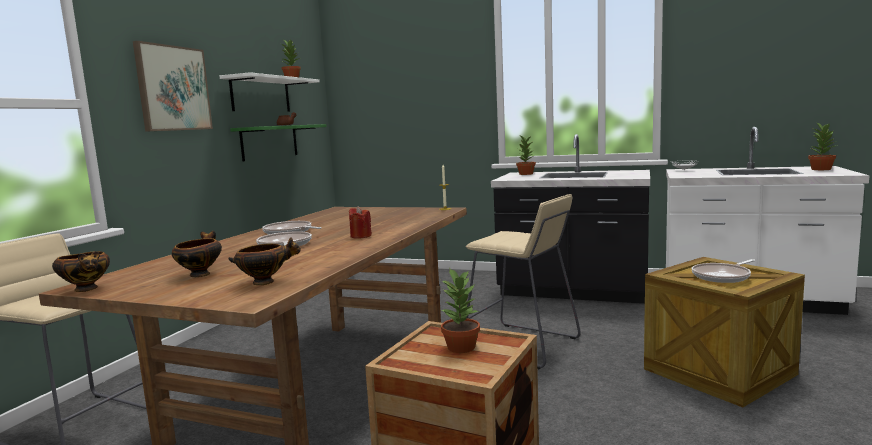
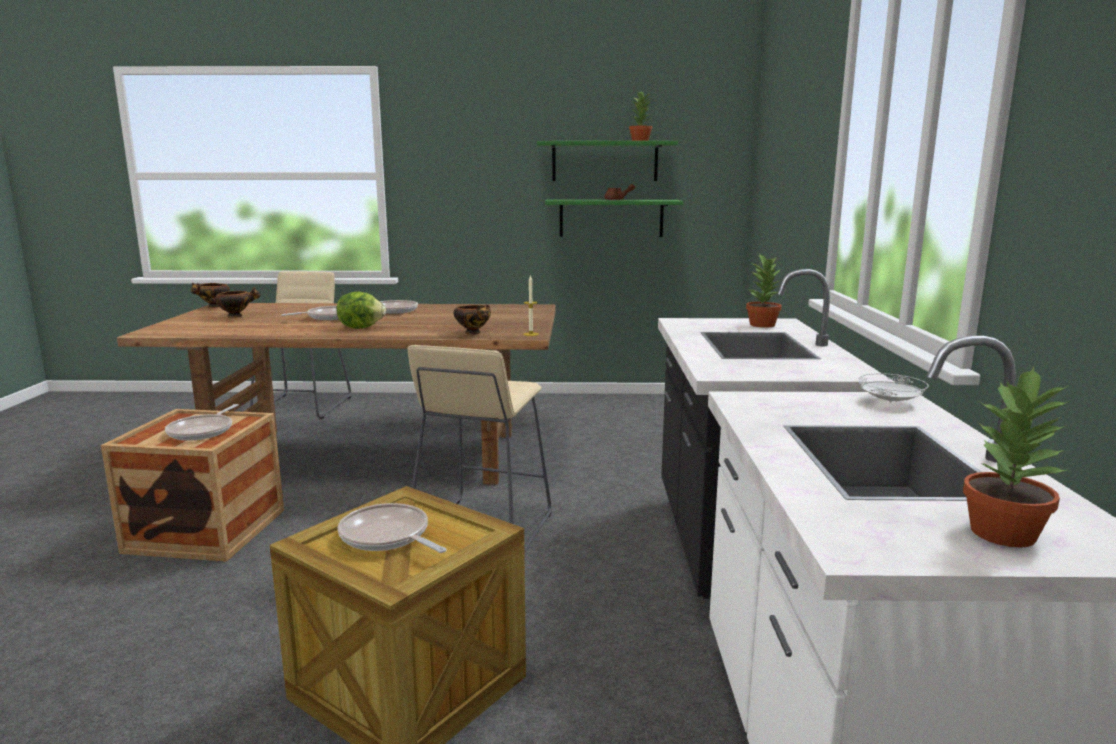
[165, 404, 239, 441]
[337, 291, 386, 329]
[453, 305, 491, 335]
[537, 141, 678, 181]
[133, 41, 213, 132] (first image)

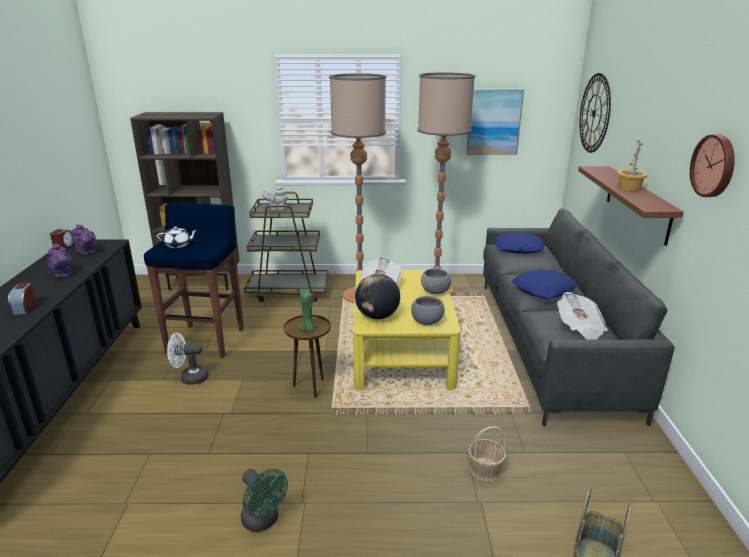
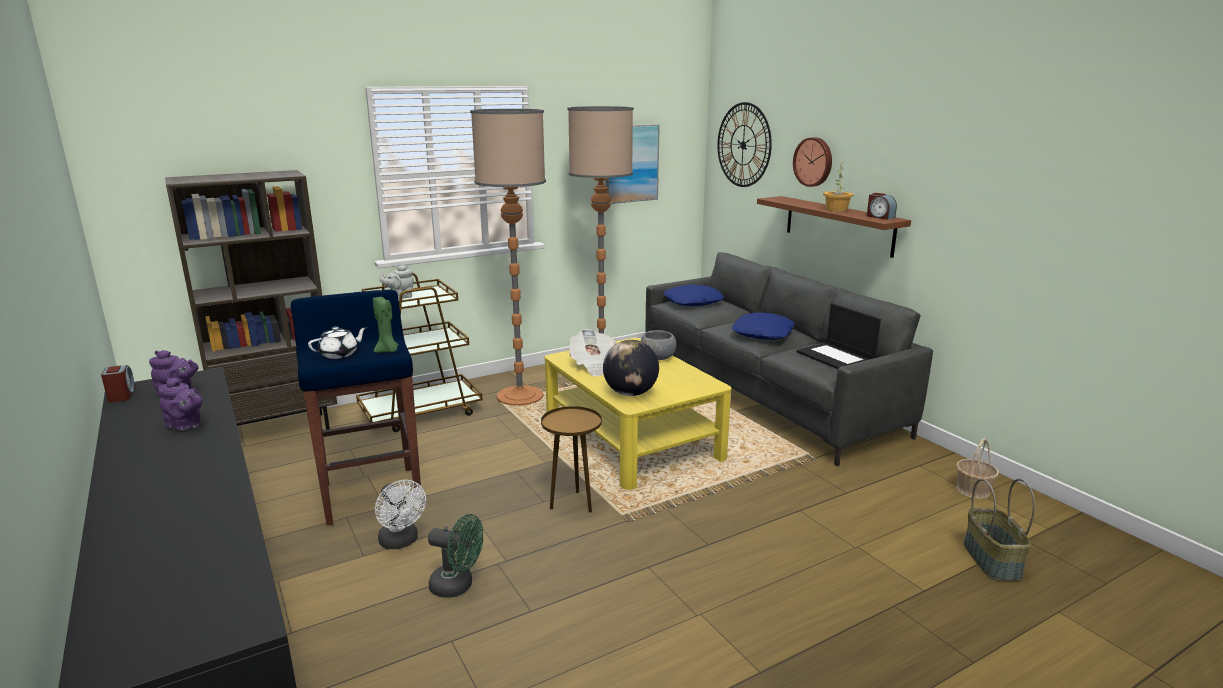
[373, 296, 399, 353]
[375, 480, 426, 549]
[428, 514, 483, 598]
[793, 137, 832, 187]
[796, 303, 881, 369]
[867, 193, 897, 220]
[956, 438, 999, 499]
[411, 296, 445, 325] (first image)

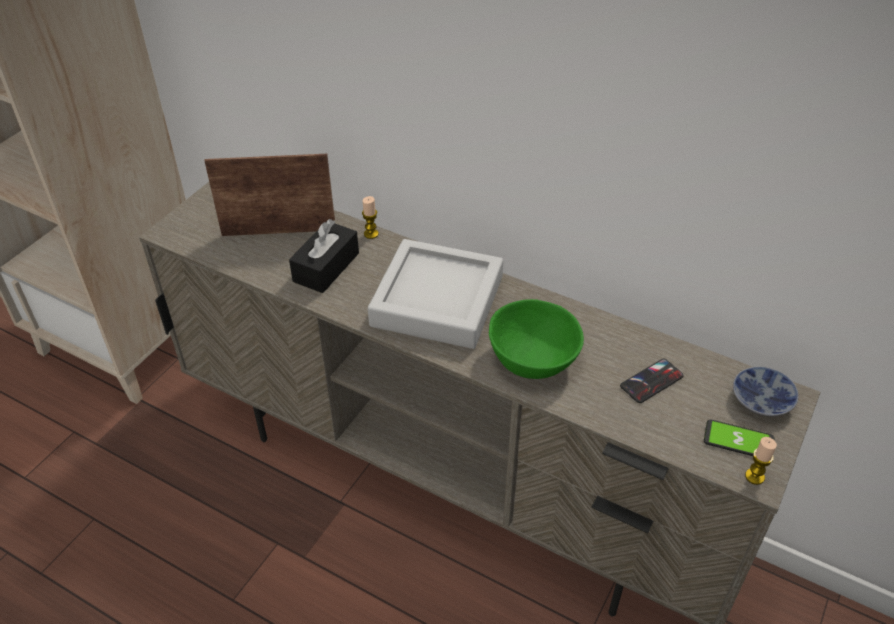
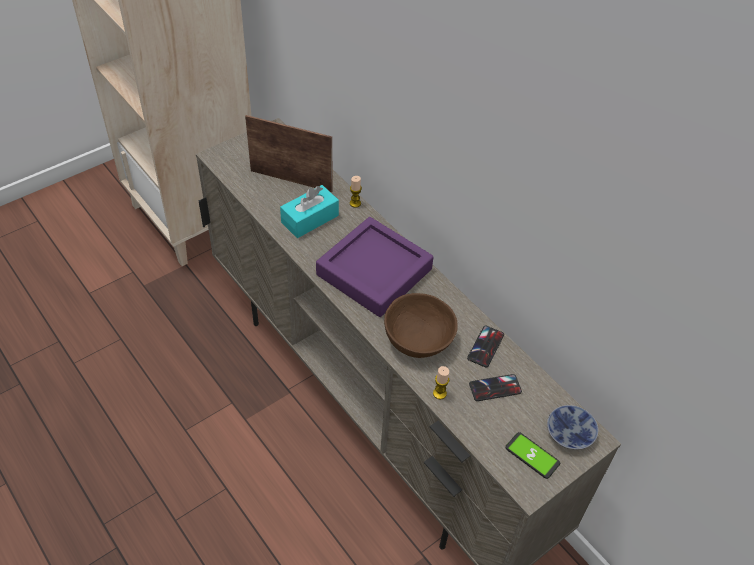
[280, 185, 339, 238]
[316, 217, 433, 317]
[384, 293, 458, 358]
[433, 366, 449, 399]
[467, 326, 504, 367]

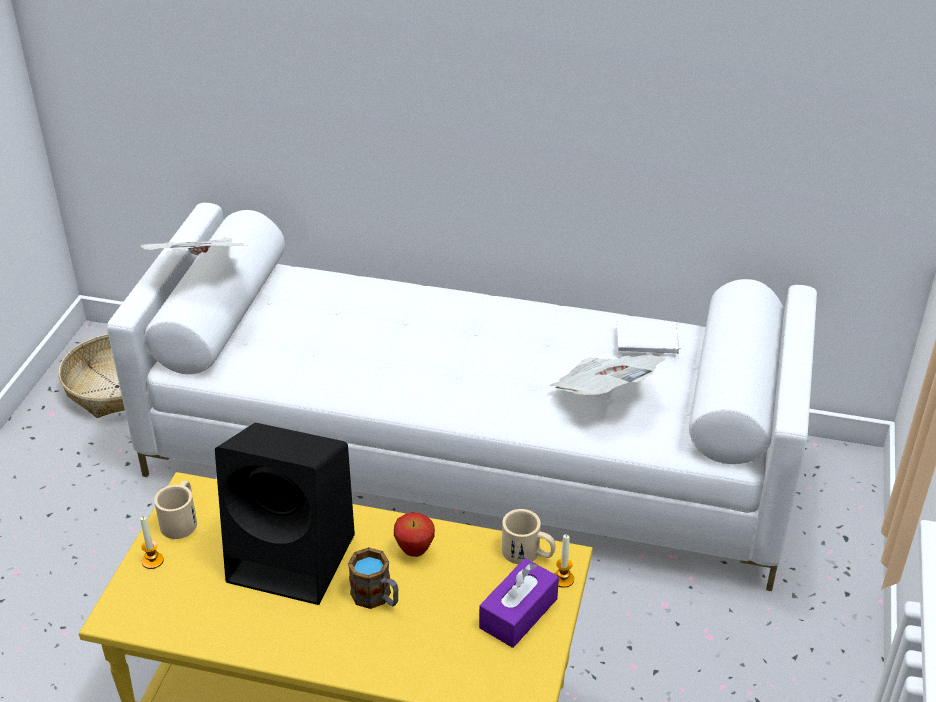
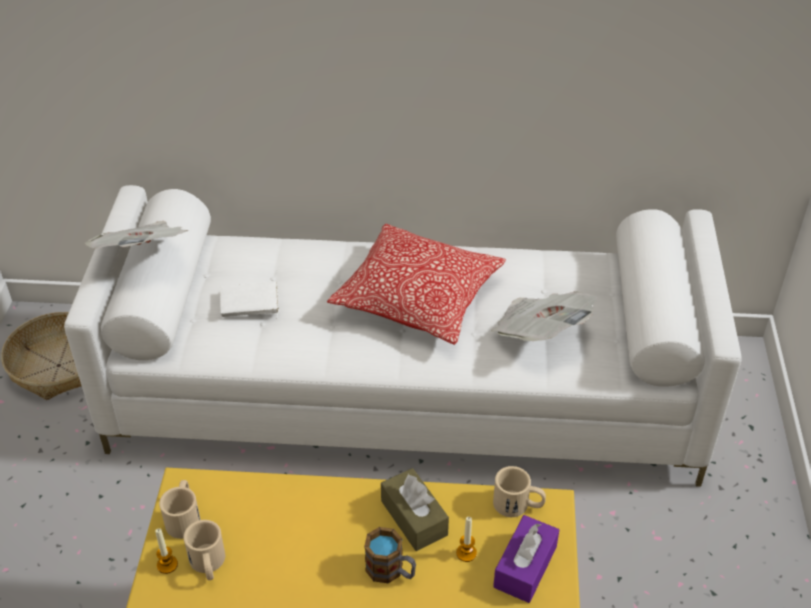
[183, 520, 225, 580]
[220, 282, 280, 319]
[327, 224, 506, 345]
[381, 468, 449, 551]
[456, 517, 477, 562]
[215, 423, 355, 605] (first image)

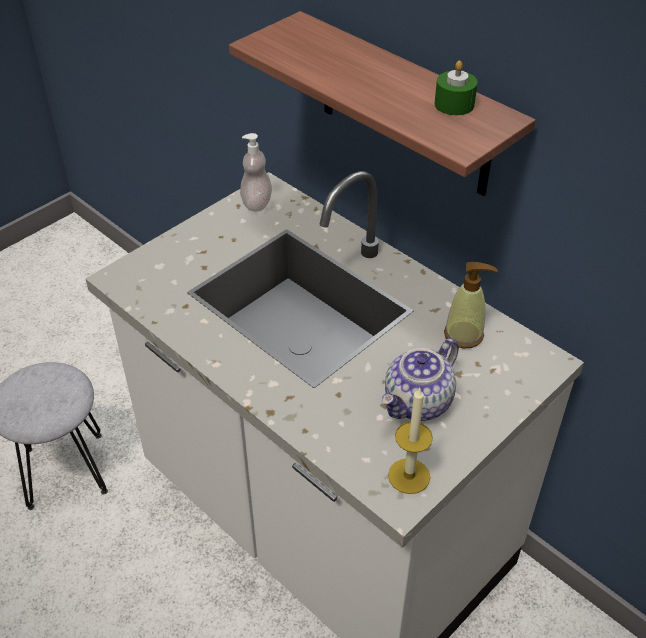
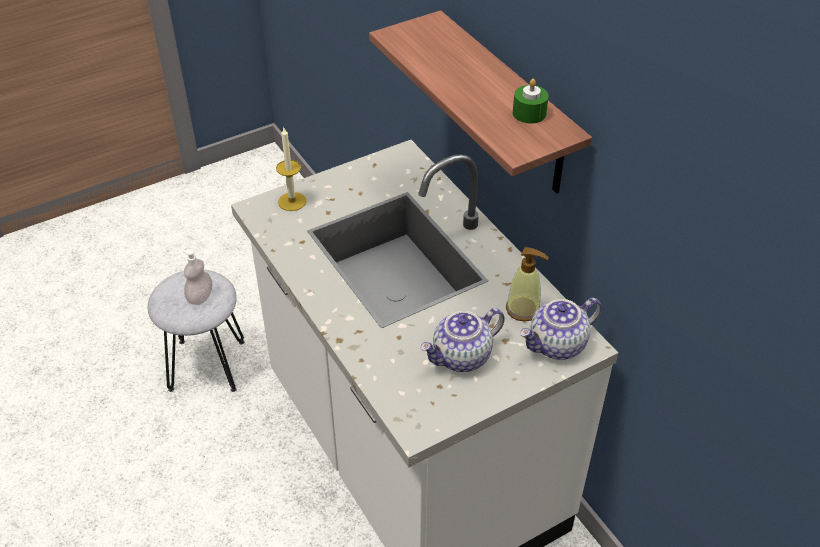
[183, 249, 212, 305]
[276, 128, 307, 211]
[519, 298, 602, 360]

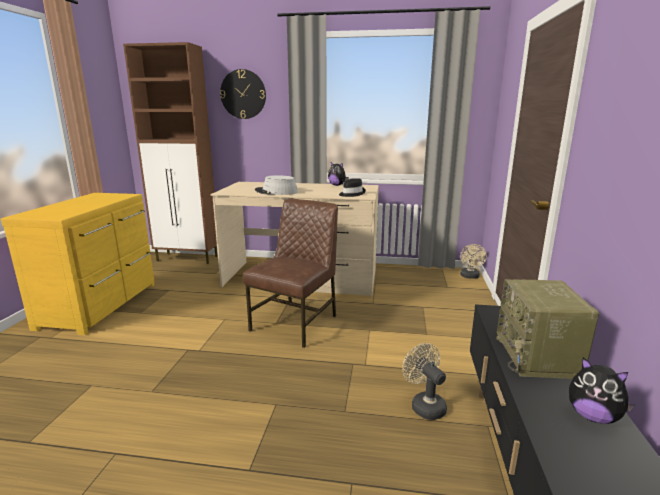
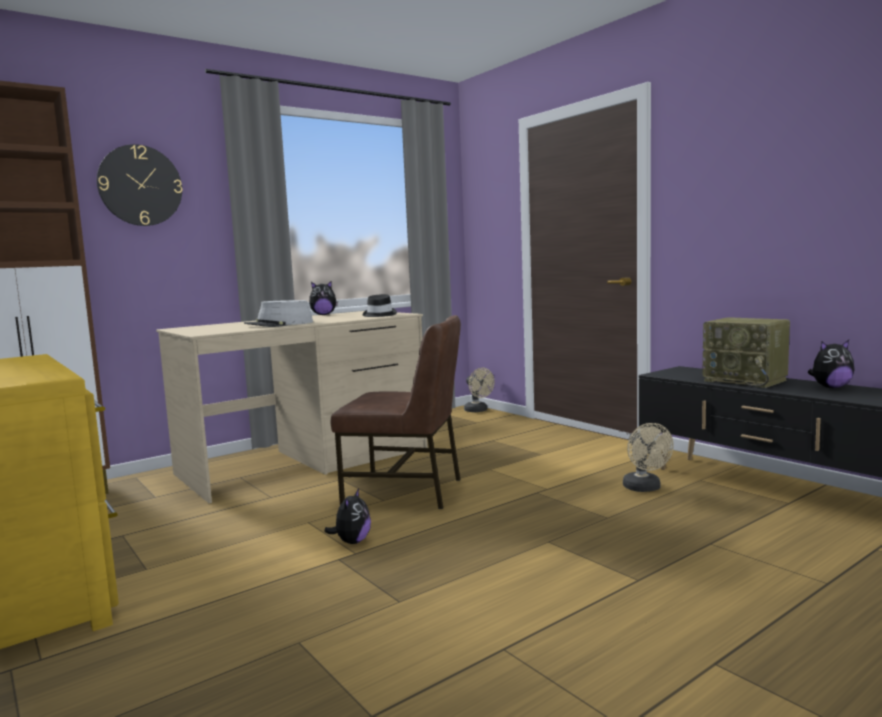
[324, 488, 371, 544]
[331, 315, 461, 509]
[623, 423, 674, 492]

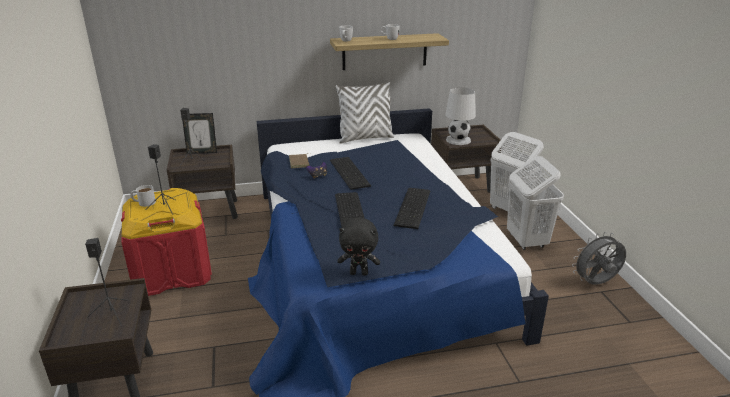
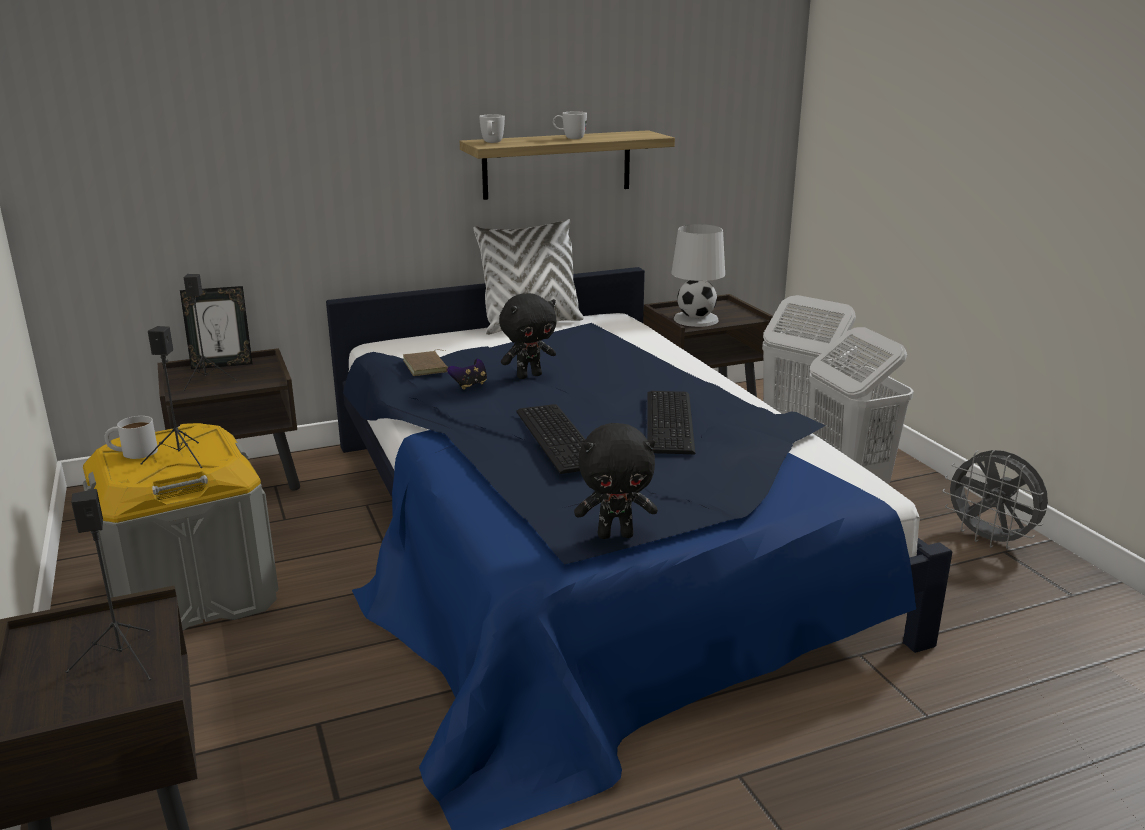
[83, 423, 278, 631]
[499, 293, 556, 379]
[942, 450, 1048, 549]

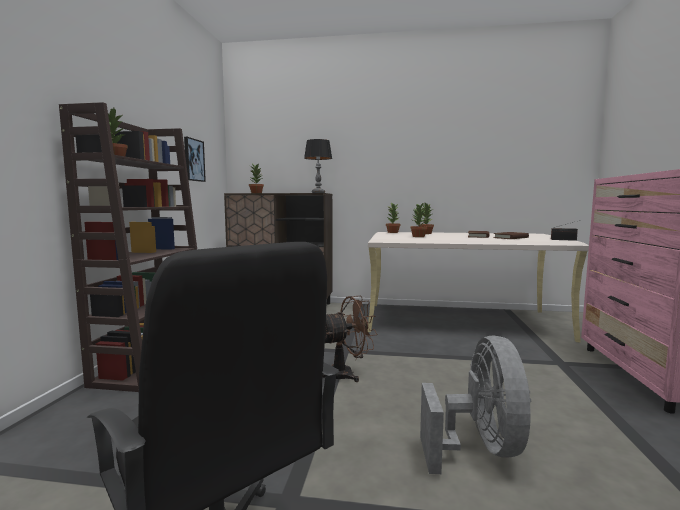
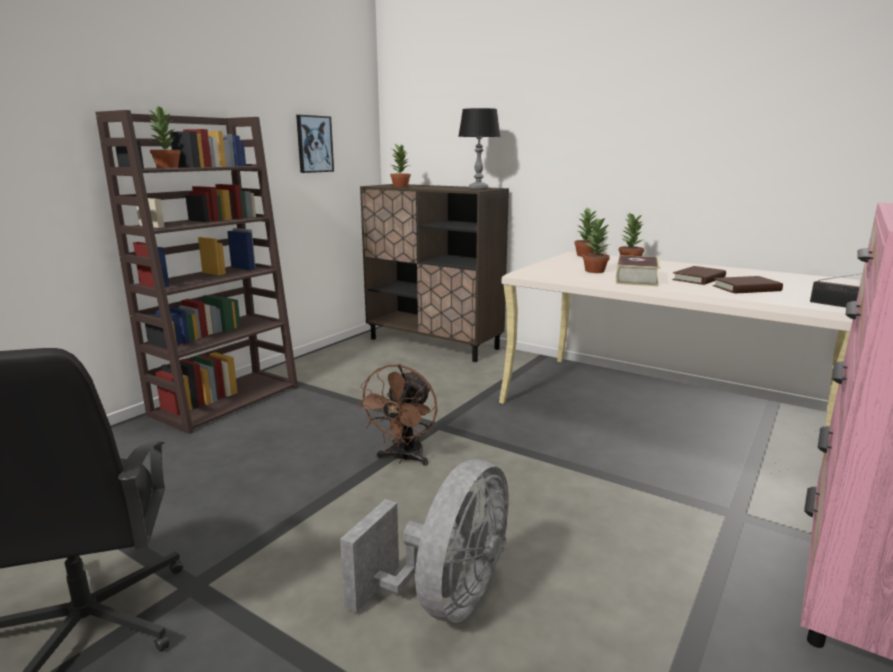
[356, 364, 437, 466]
[616, 255, 660, 286]

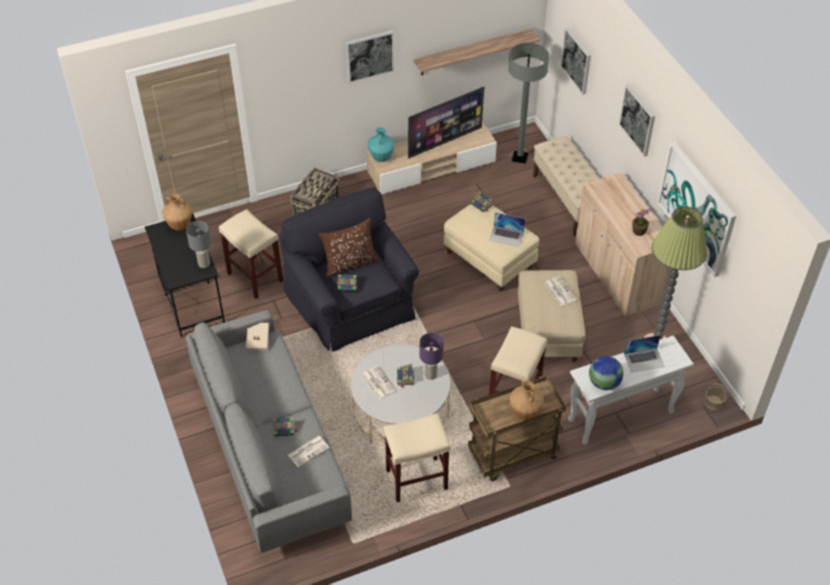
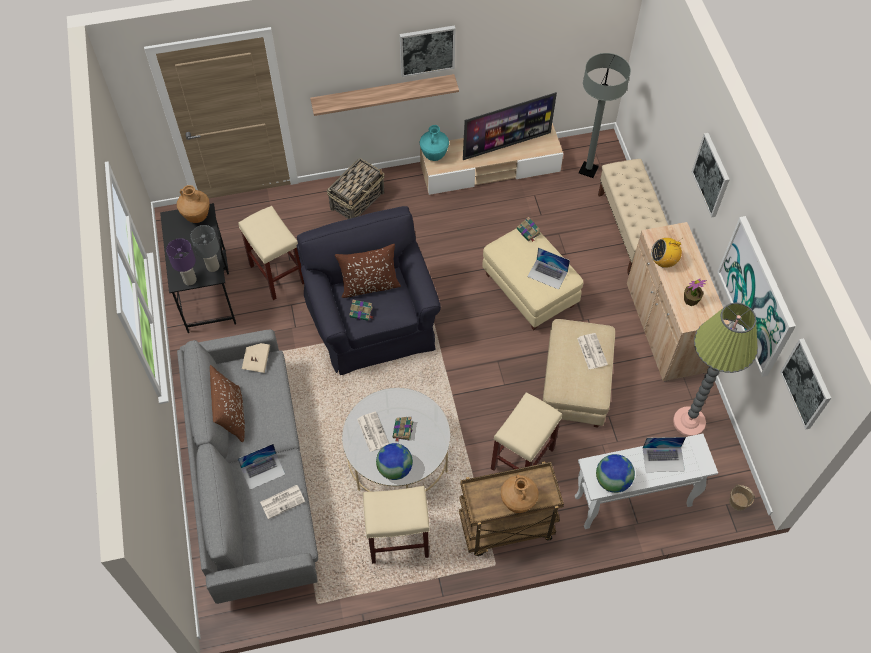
[166, 238, 197, 285]
[210, 365, 245, 442]
[238, 444, 285, 490]
[310, 74, 459, 116]
[376, 443, 413, 480]
[651, 238, 682, 267]
[780, 338, 831, 430]

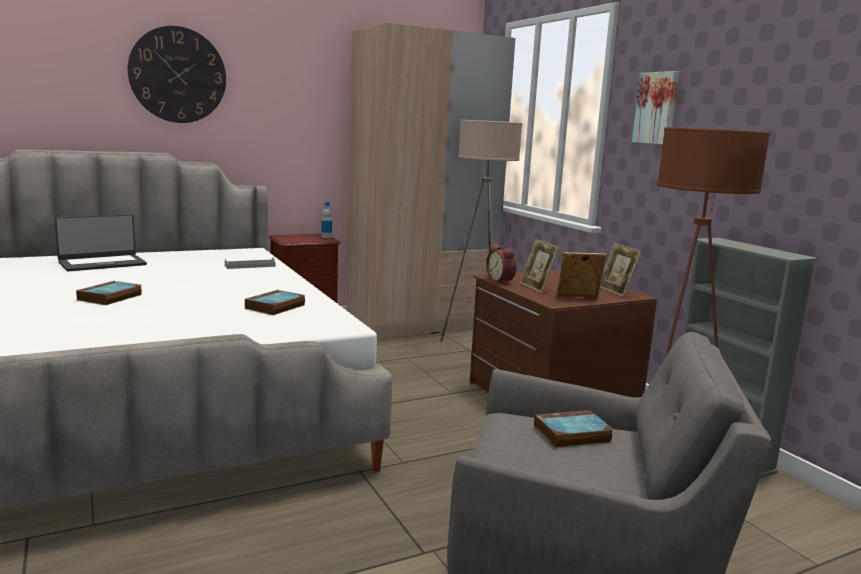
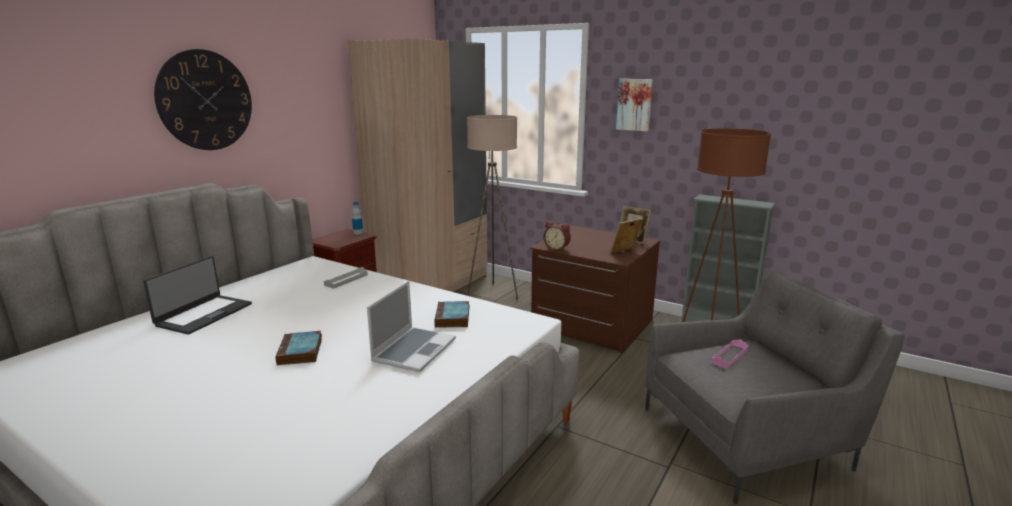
[367, 281, 456, 372]
[711, 339, 748, 369]
[520, 239, 559, 293] (first image)

